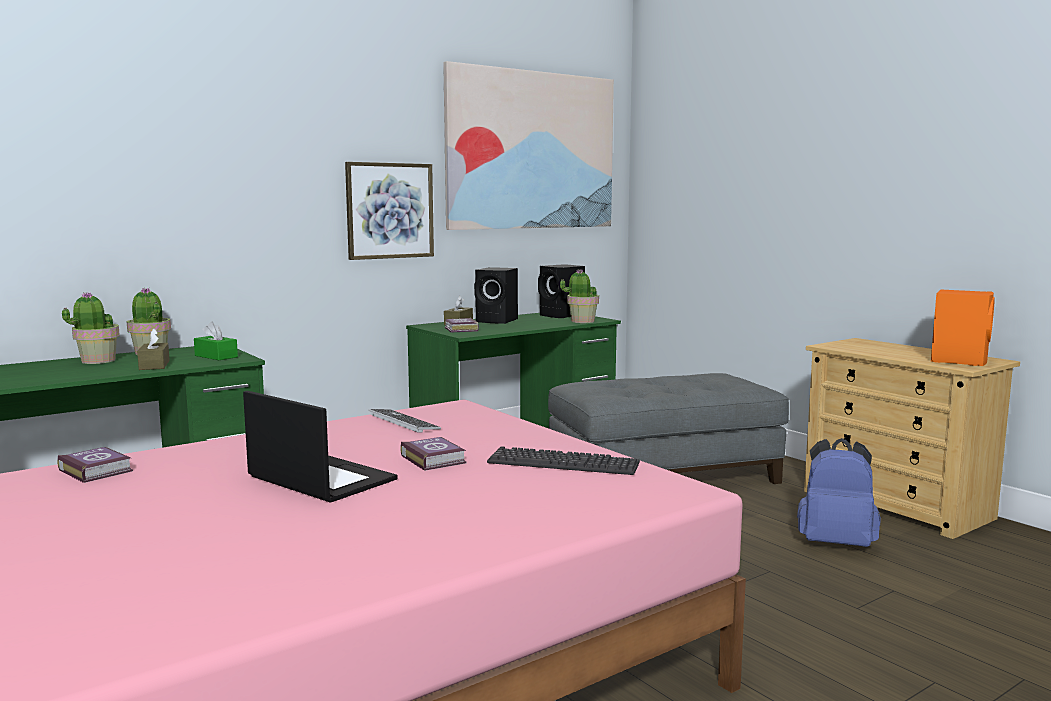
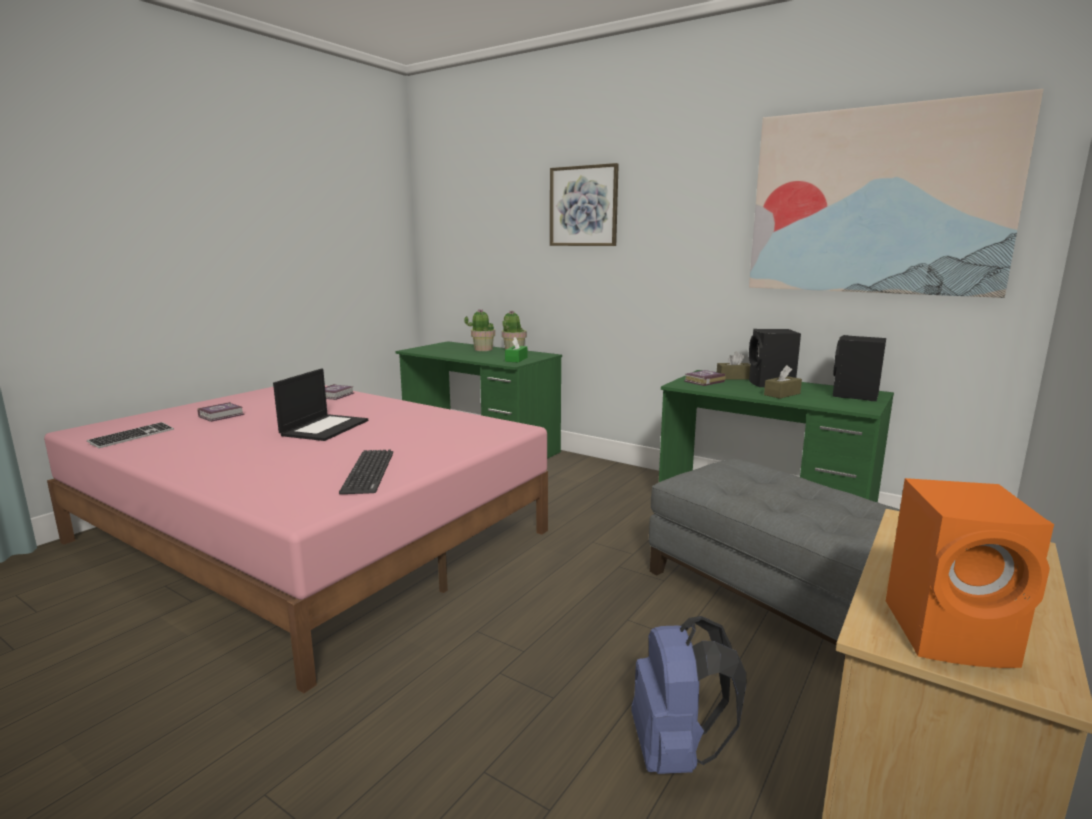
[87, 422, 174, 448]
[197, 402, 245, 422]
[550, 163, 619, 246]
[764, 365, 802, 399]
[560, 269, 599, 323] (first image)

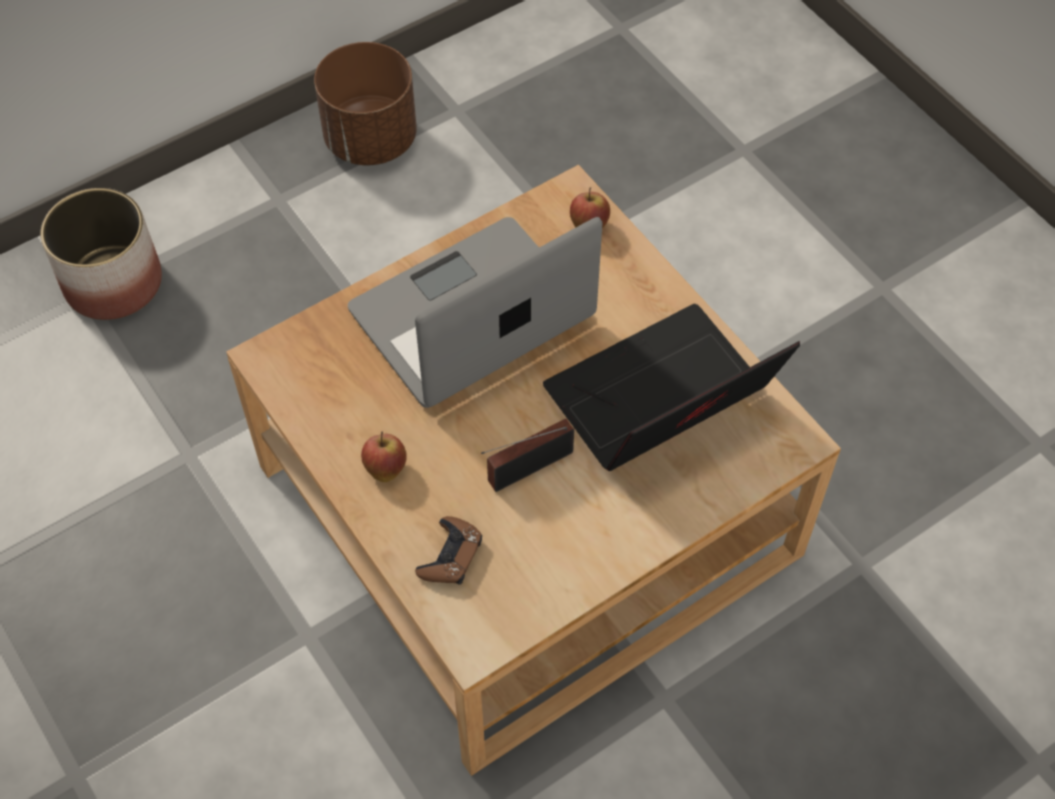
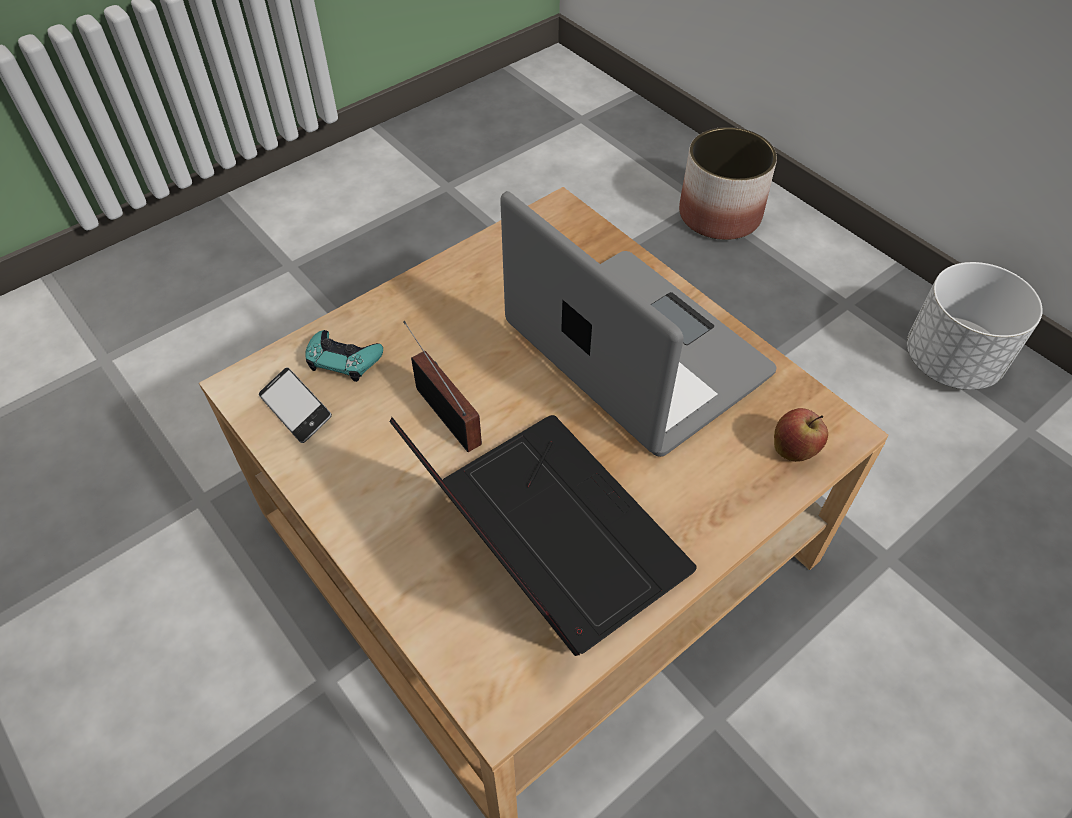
[259, 368, 332, 443]
[306, 330, 383, 382]
[907, 262, 1043, 390]
[361, 432, 407, 482] (first image)

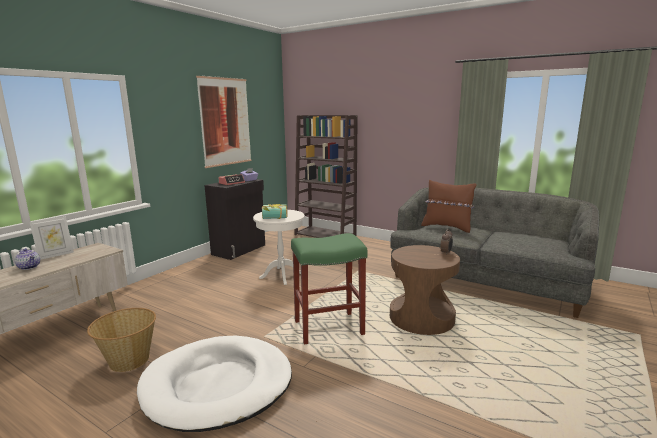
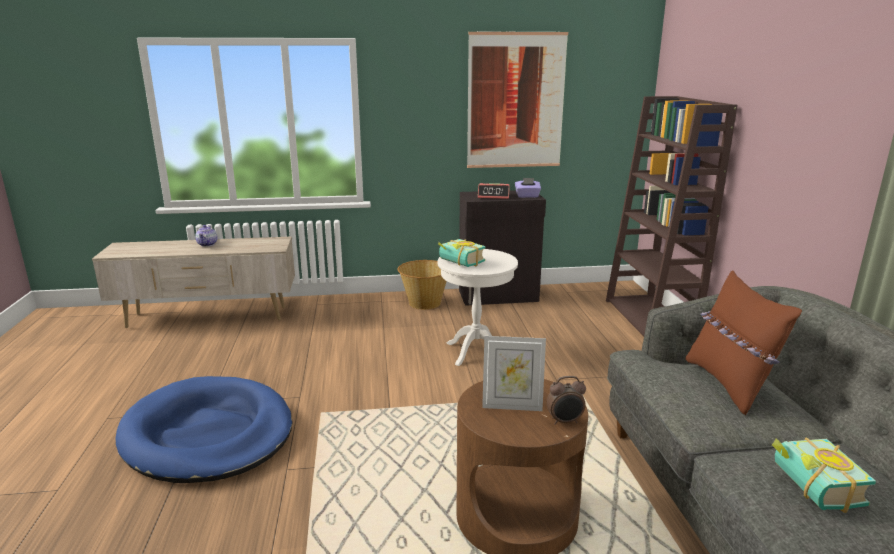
[116, 376, 293, 483]
[398, 260, 447, 310]
[482, 336, 546, 411]
[772, 438, 876, 513]
[291, 233, 368, 344] (first image)

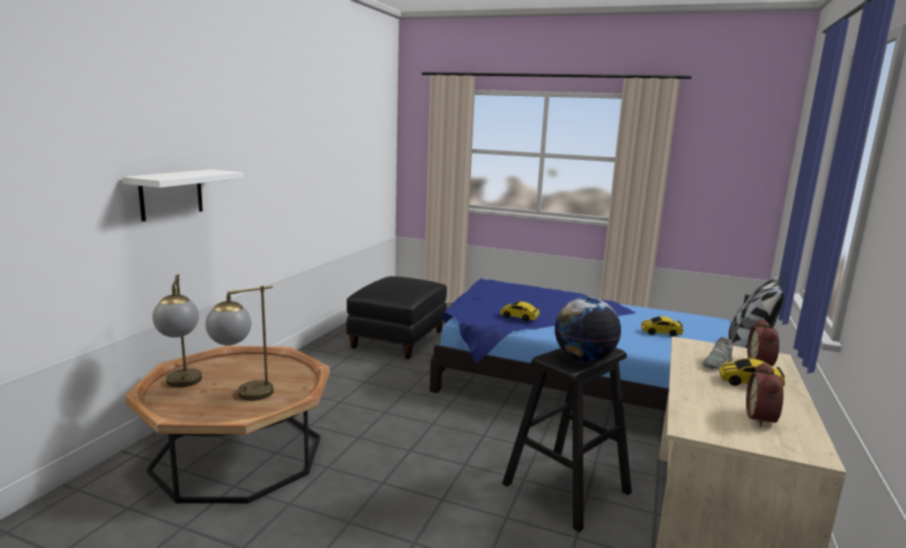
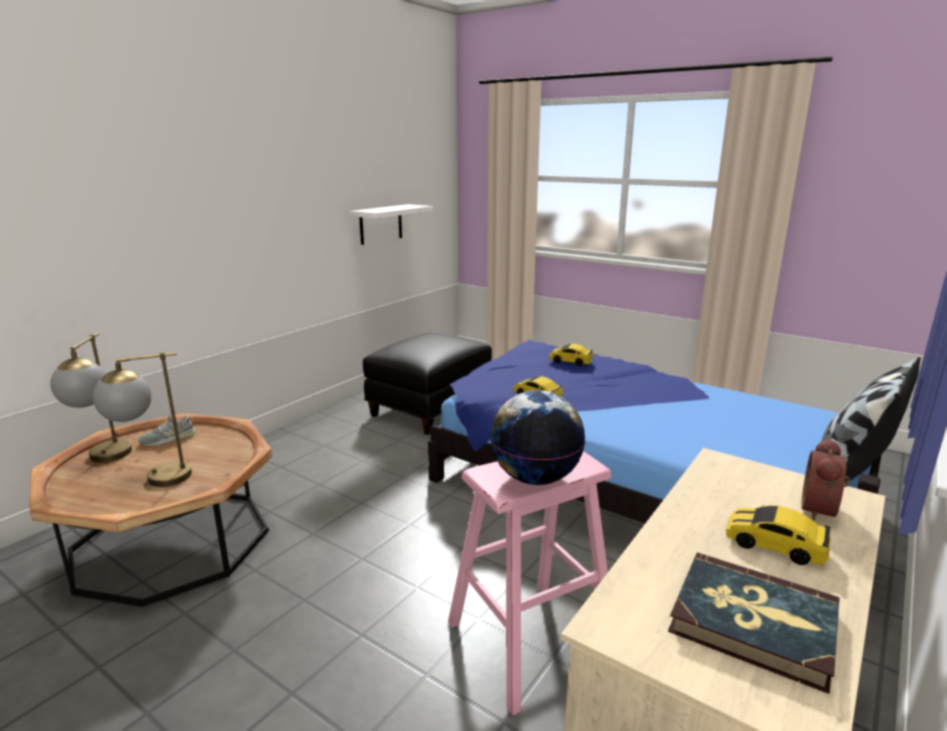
[138, 415, 196, 446]
[350, 204, 433, 245]
[448, 451, 611, 716]
[549, 344, 594, 366]
[668, 552, 840, 694]

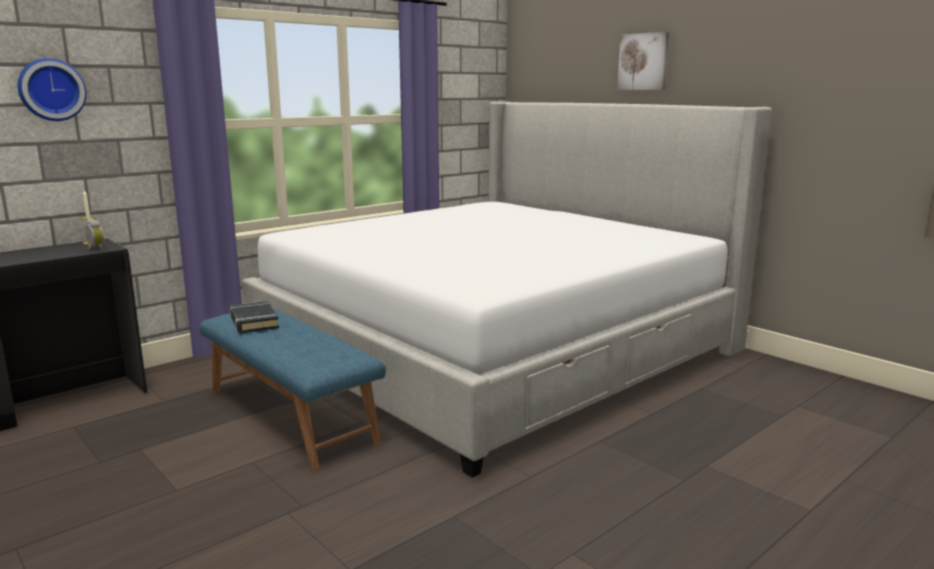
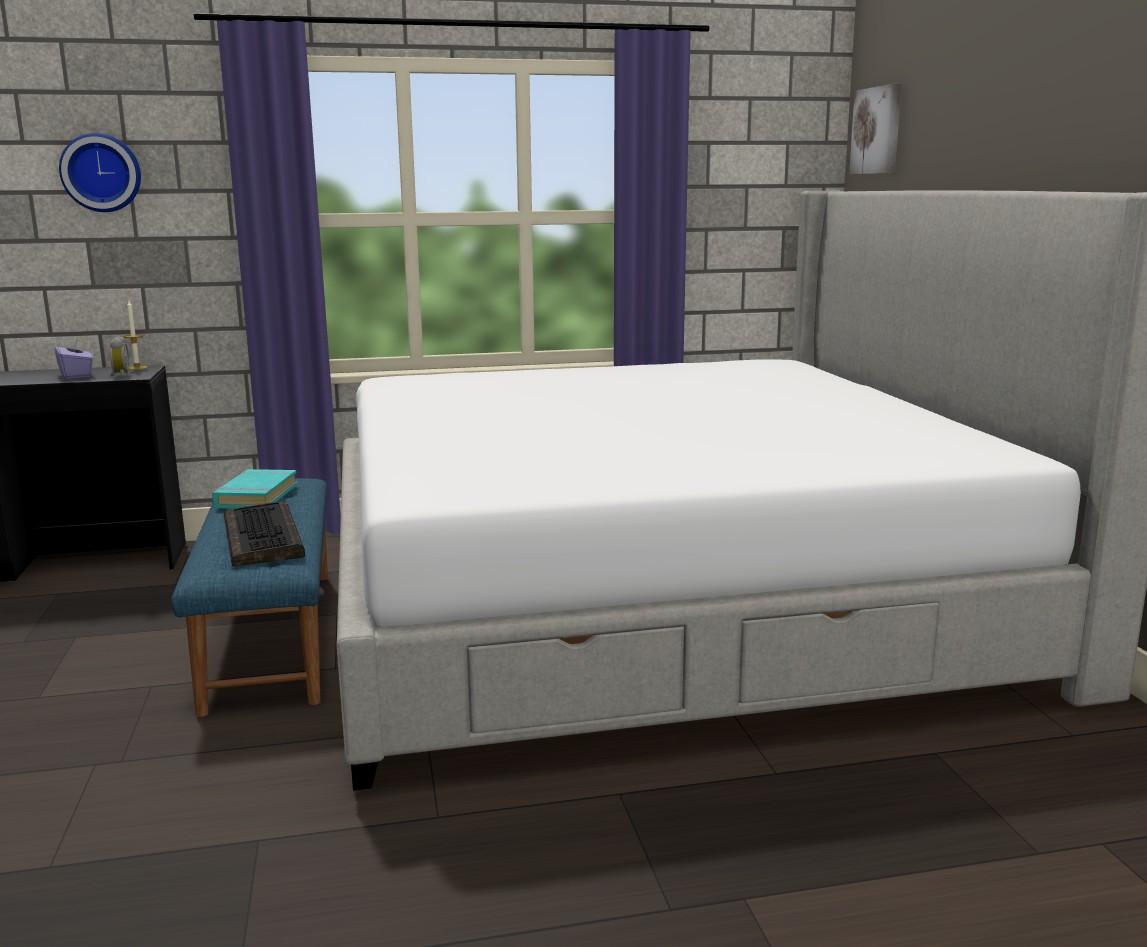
[55, 338, 93, 379]
[212, 469, 297, 509]
[224, 501, 305, 567]
[849, 83, 902, 174]

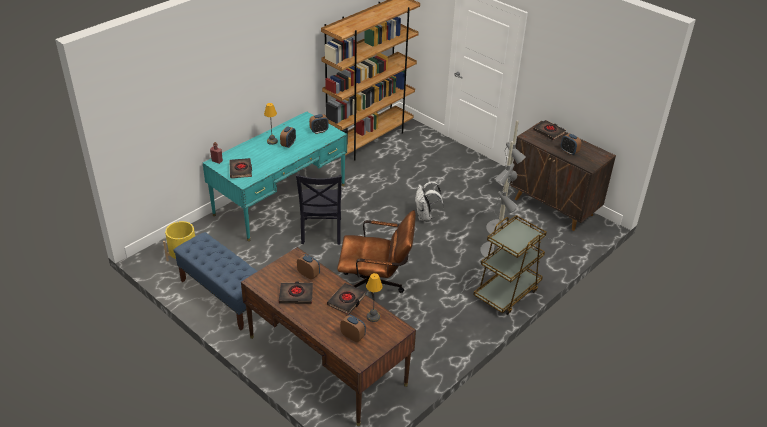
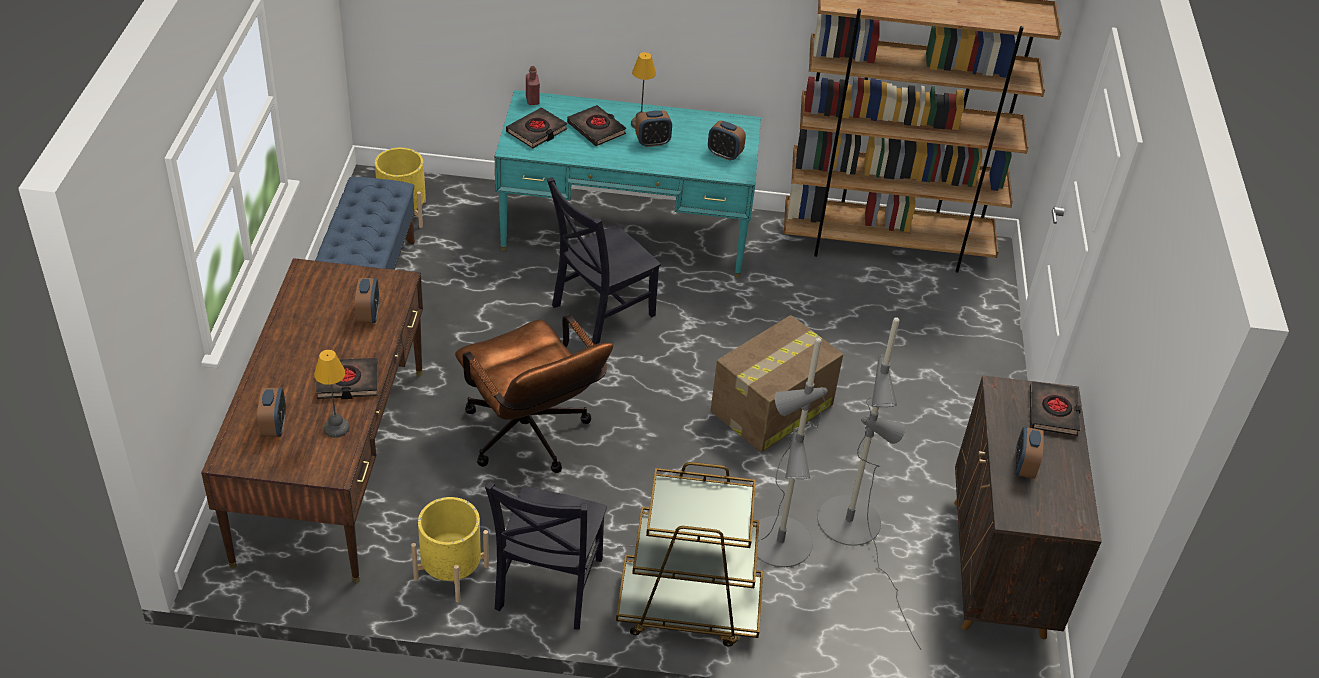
[411, 497, 489, 603]
[485, 481, 607, 630]
[567, 105, 626, 146]
[711, 315, 843, 453]

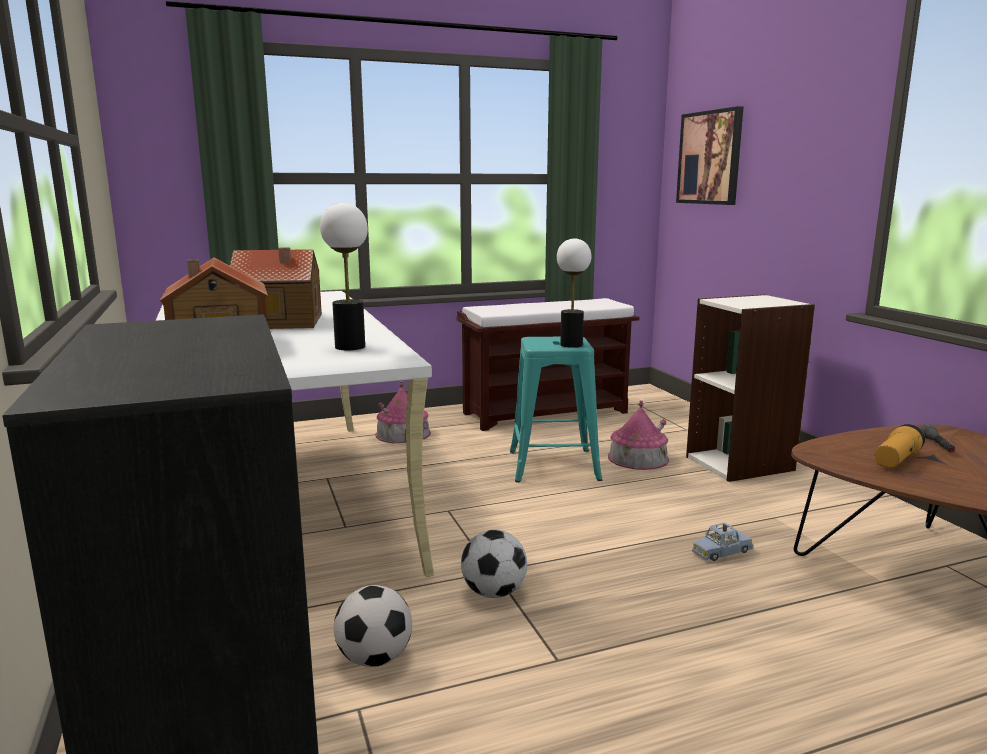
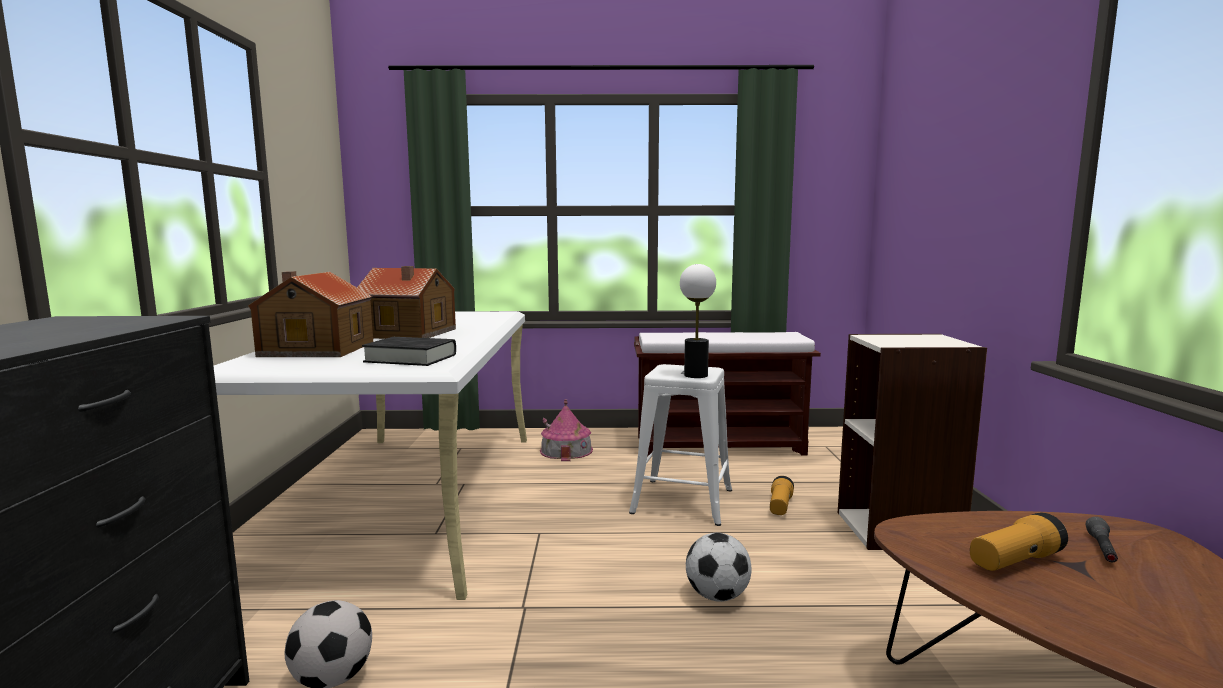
[362, 337, 456, 366]
[629, 364, 732, 526]
[686, 533, 752, 602]
[770, 476, 794, 515]
[676, 106, 743, 205] (first image)
[692, 522, 753, 561] (first image)

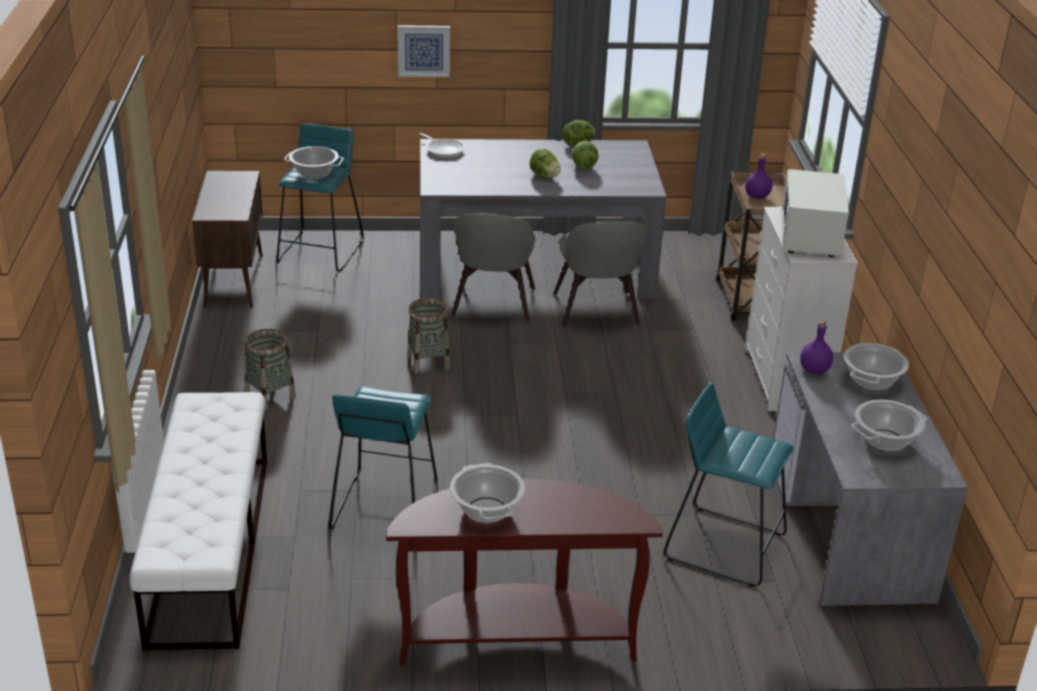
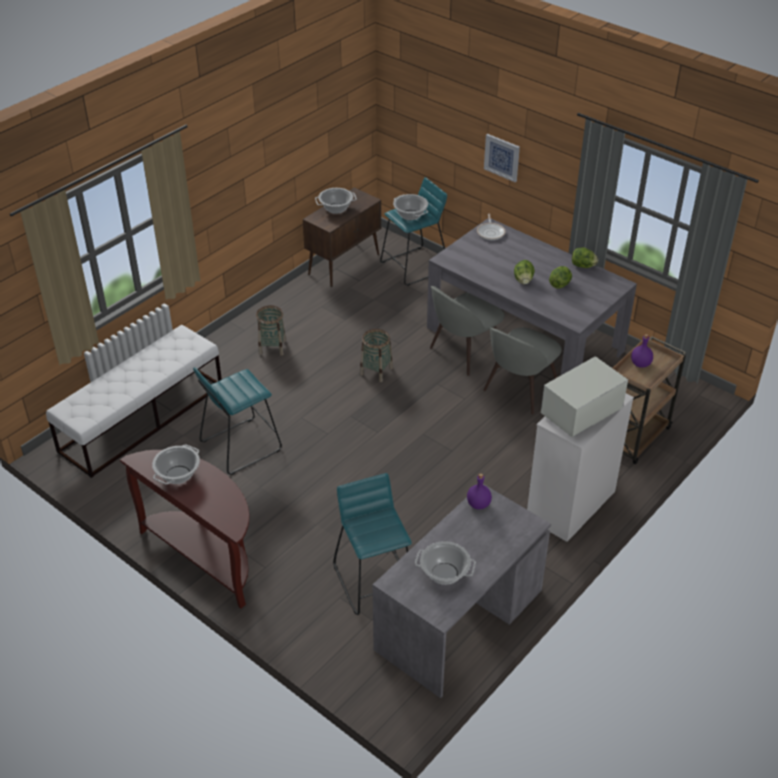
[315, 188, 357, 214]

